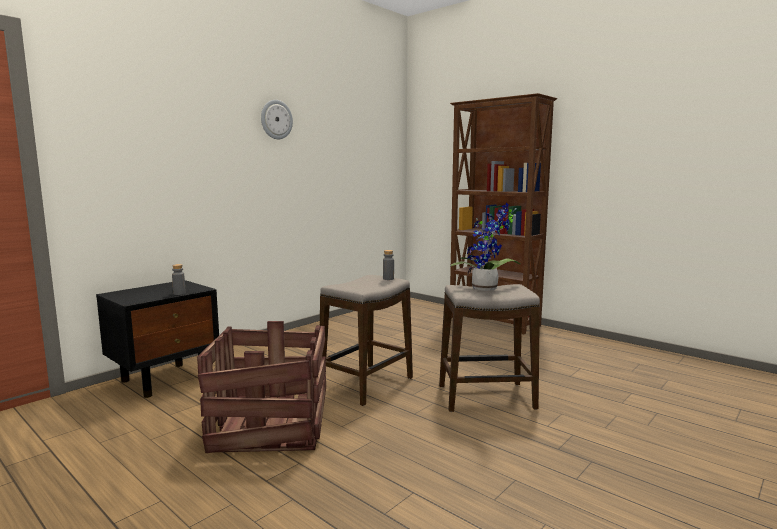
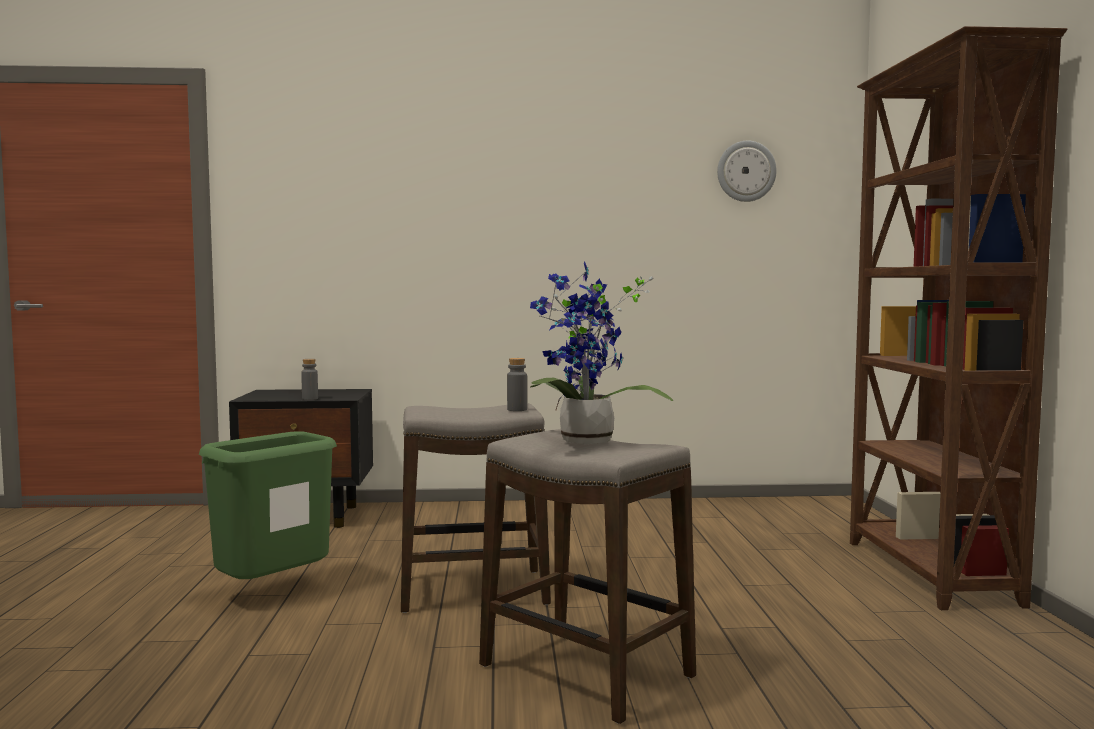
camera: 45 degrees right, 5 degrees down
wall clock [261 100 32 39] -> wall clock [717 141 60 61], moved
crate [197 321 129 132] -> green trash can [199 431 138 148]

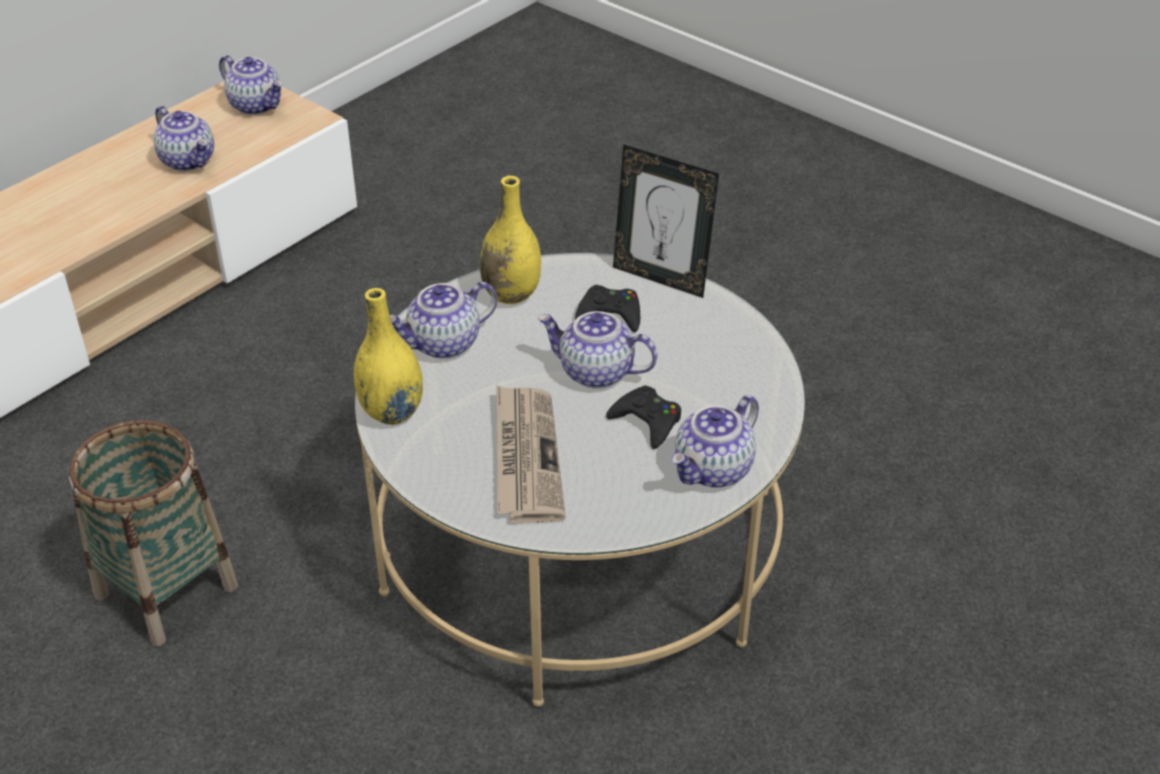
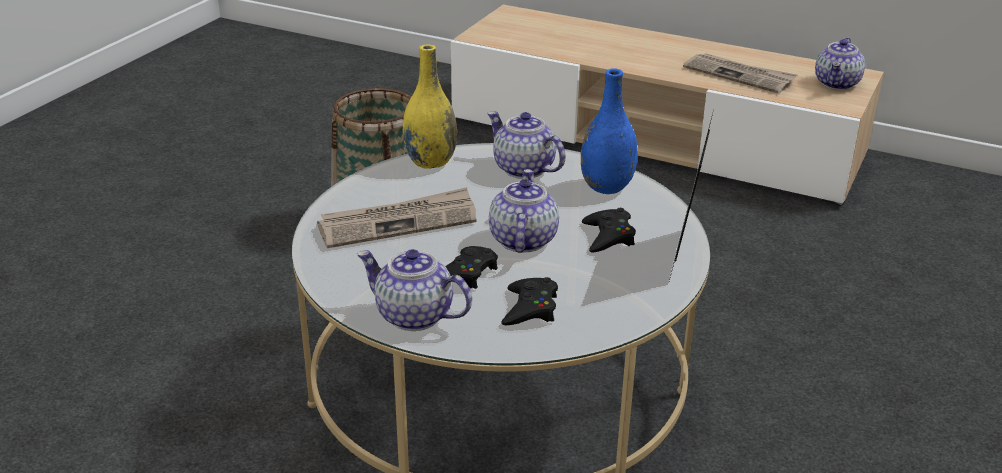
camera: 75 degrees right, 10 degrees down
none -> black game controller [501 277 57 49]
teapot [153 106 61 65] -> newspaper [683 53 114 40]
yellow vase [480 176 61 128] -> blue vase [581 69 57 125]

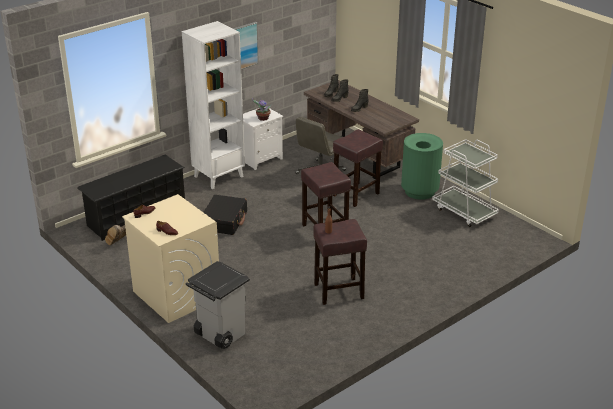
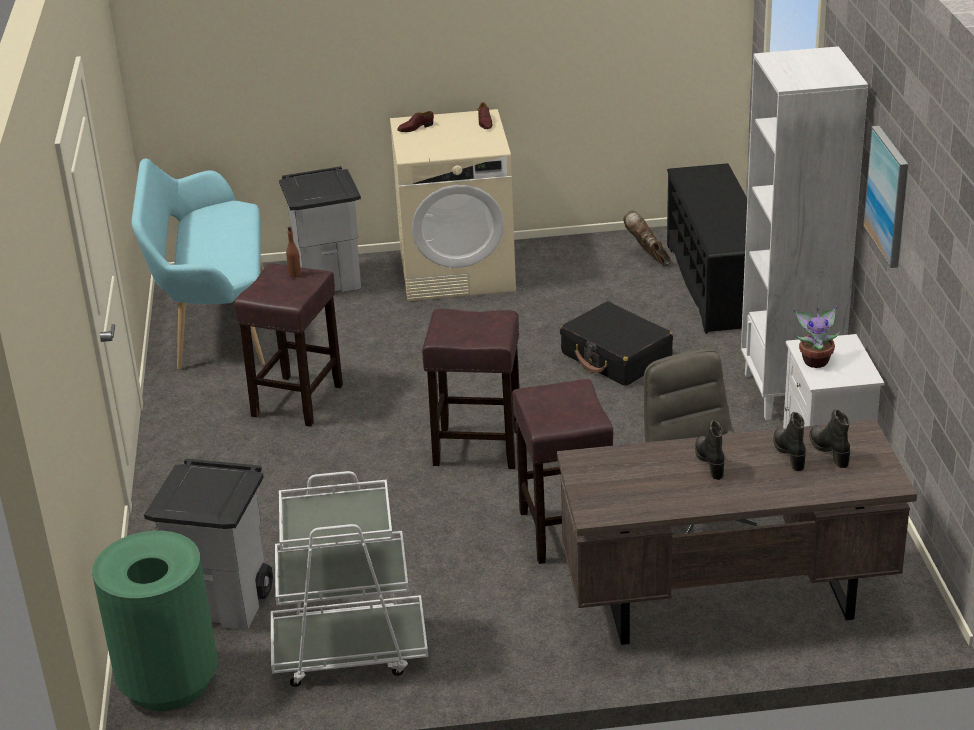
camera: 125 degrees right, 0 degrees up
none -> turquoise bench [131 159 134 211]
none -> grey trash can [144 458 129 172]
green trash can [401 133 42 67] -> green trash can [92 531 126 180], moved

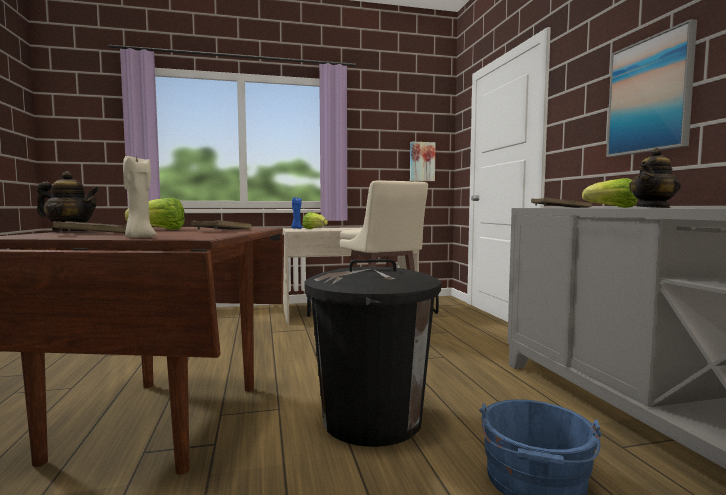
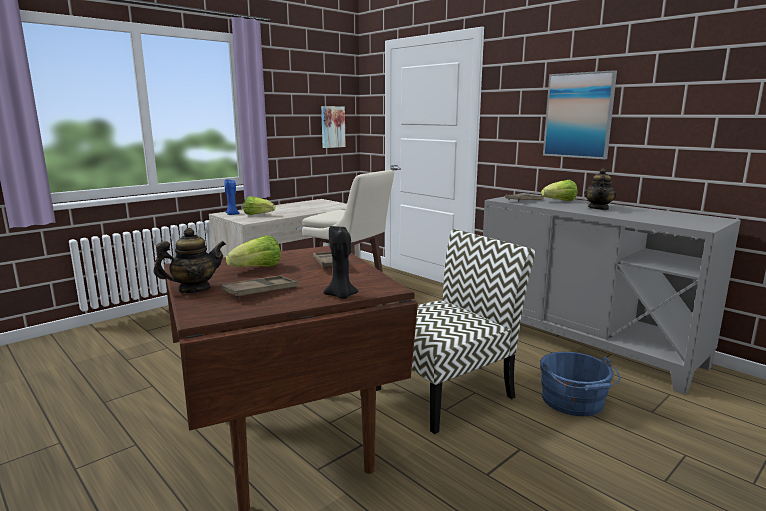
camera: 30 degrees left, 10 degrees up
black trash can [304 259 137 188] -> chair [376 229 159 205]
beige candle [123 153 33 85] -> black candle [323 226 35 73]

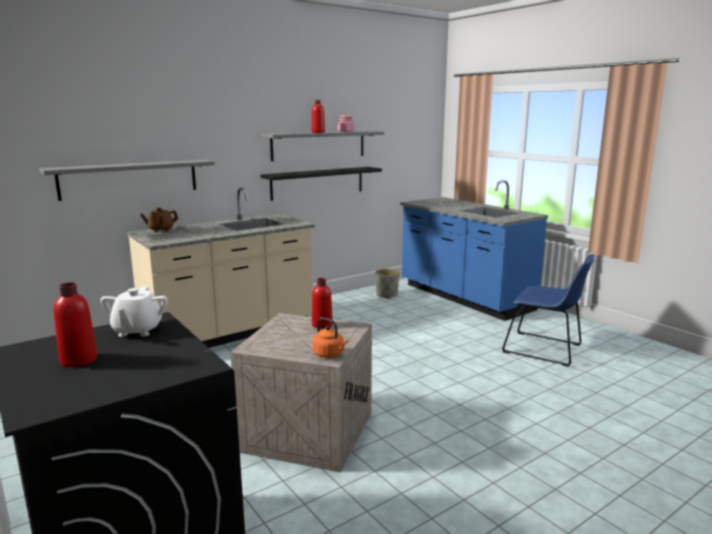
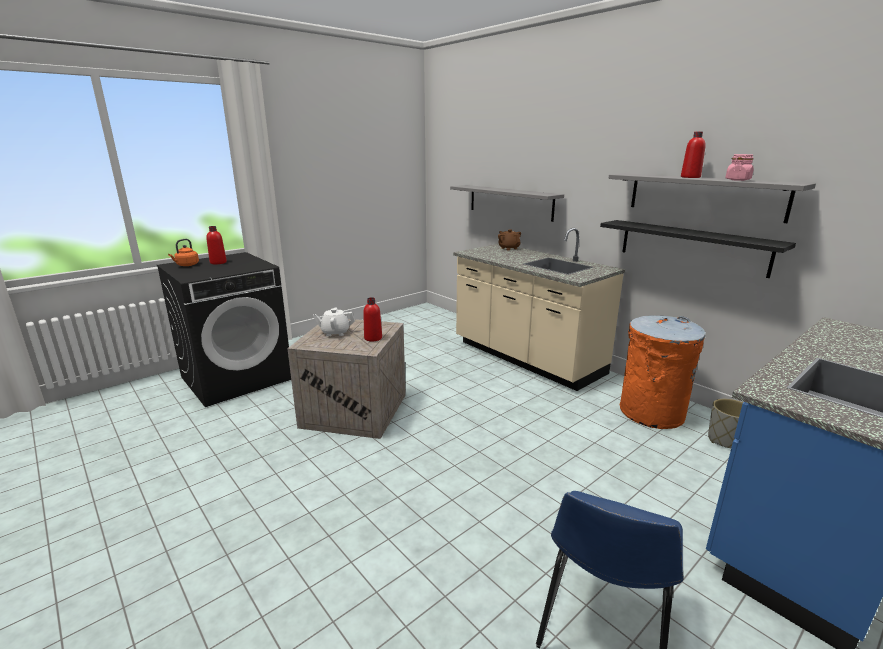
camera: 85 degrees right, 5 degrees up
none -> orange trash can [620 315 86 114]
white teapot [100 286 68 51] -> white teapot [313 308 42 29], moved
orange kettle [313 317 35 41] -> orange kettle [168 239 31 27], moved

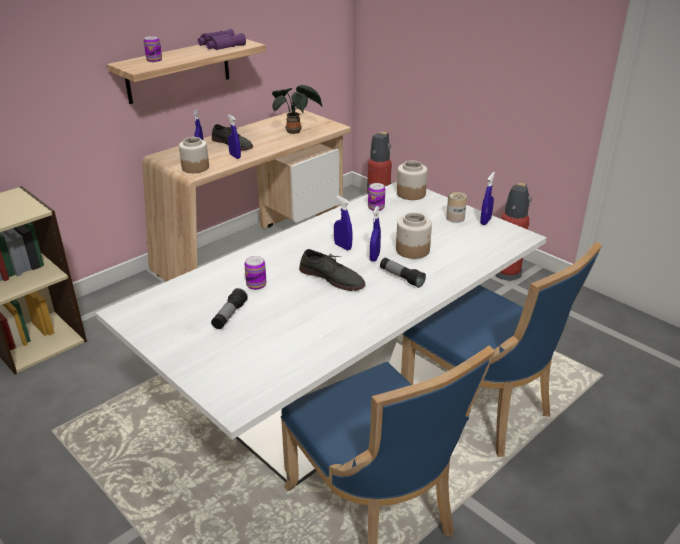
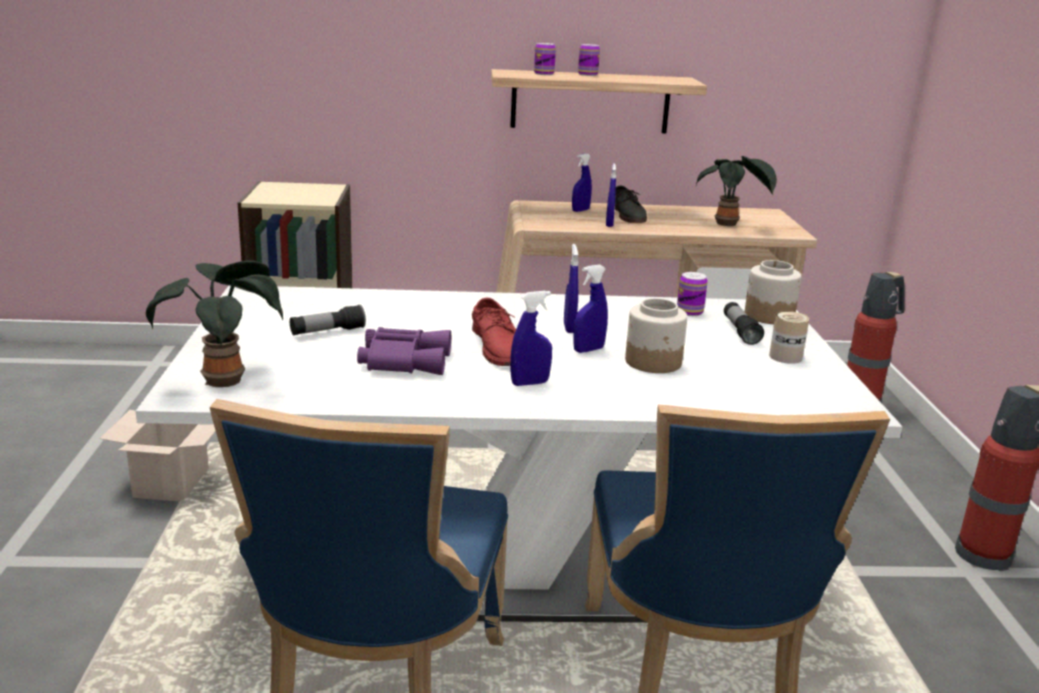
camera: 40 degrees right, 10 degrees down
jar [179 137 30 36] -> none
none -> cardboard box [100 410 116 91]
none -> potted plant [146 260 137 127]
purple binoculars [198 29 48 21] -> purple binoculars [357 327 94 48], moved
can [244 256 22 34] -> can [578 44 22 32], moved
flashlight [380 258 46 30] -> flashlight [724 302 40 43], moved
blue spray bottle [480 172 15 53] -> blue spray bottle [510 291 42 95], moved
grey shoe [299 249 66 42] -> red shoe [472 297 44 69]

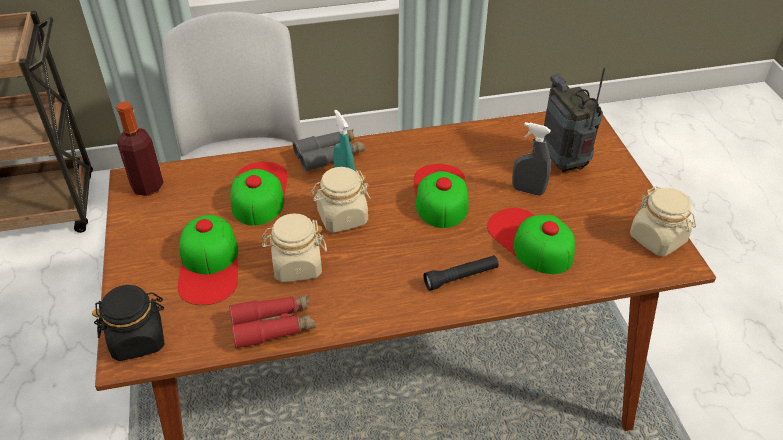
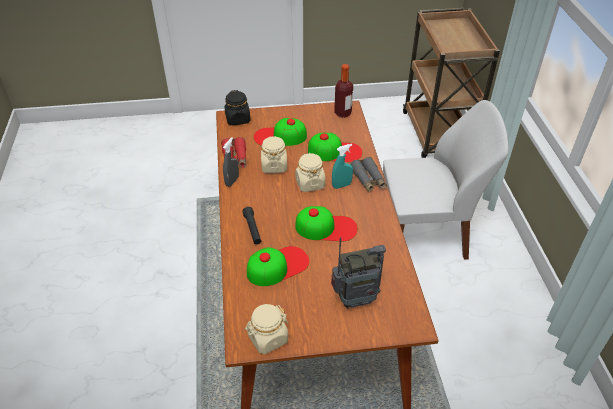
camera: 95 degrees right, 0 degrees up
grey spray bottle [512 122 39 74] -> grey spray bottle [223 137 16 50], moved

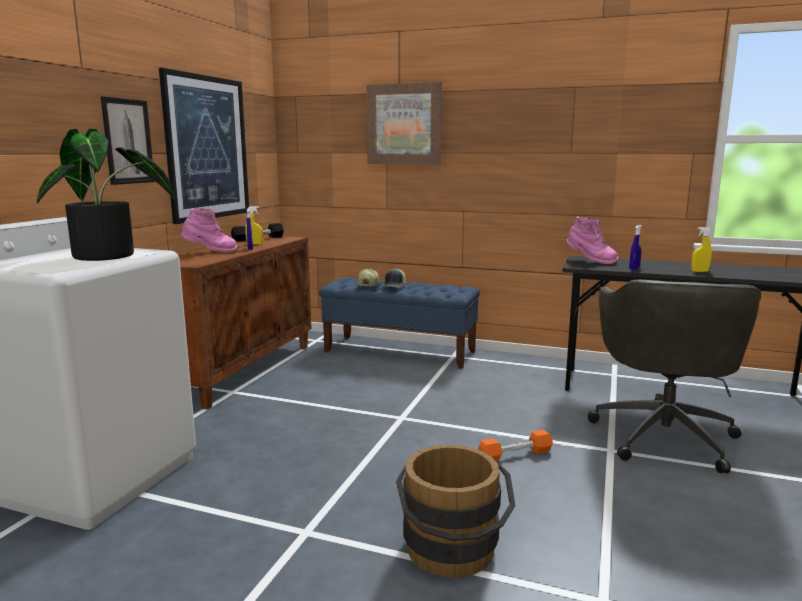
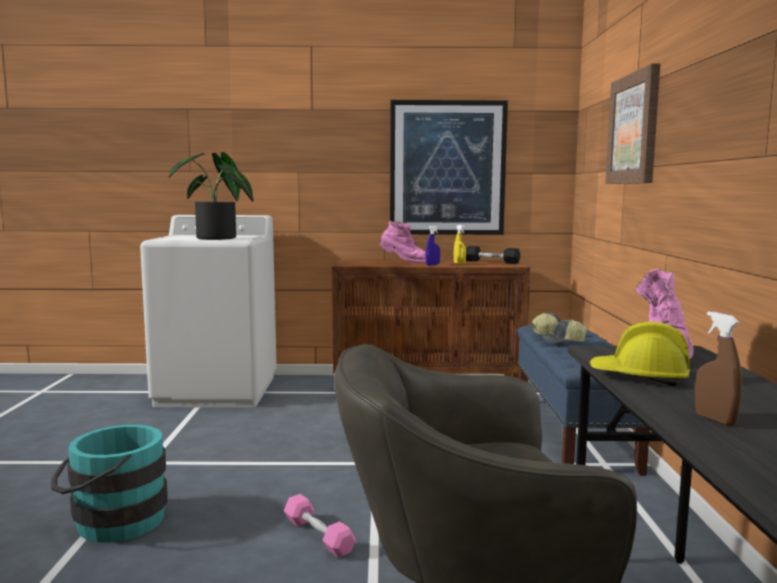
camera: 70 degrees right, 5 degrees down
picture [101 96 54 89] -> none
blue spray bottle [629 225 13 45] -> yellow hard hat [590 322 100 64]
brown bucket [396 445 119 133] -> turquoise bucket [51 425 117 118]
orange dumbbell [478 430 75 32] -> pink dumbbell [284 494 72 64]
yellow spray bottle [691 227 21 45] -> brown spray bottle [695 312 47 114]
pink boot [181 208 56 44] -> pink boot [380 221 46 42], 45 degrees counterclockwise

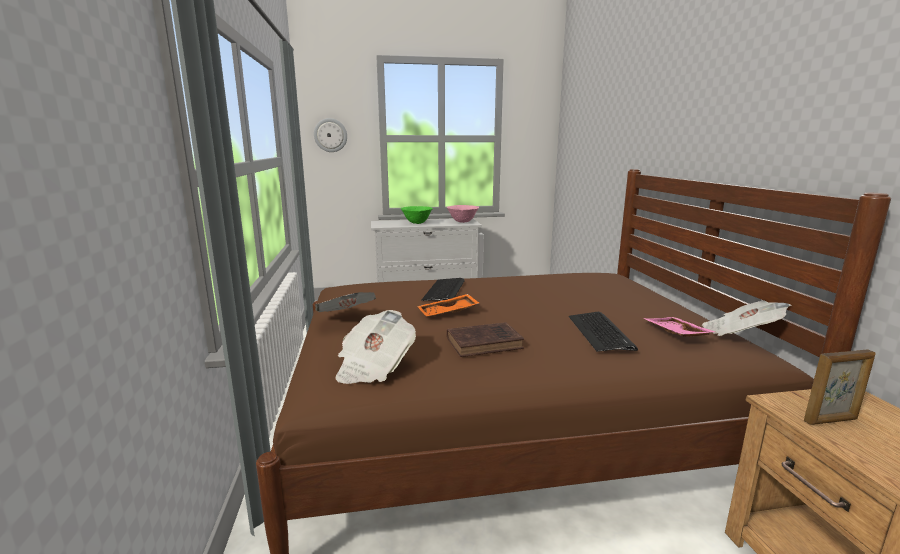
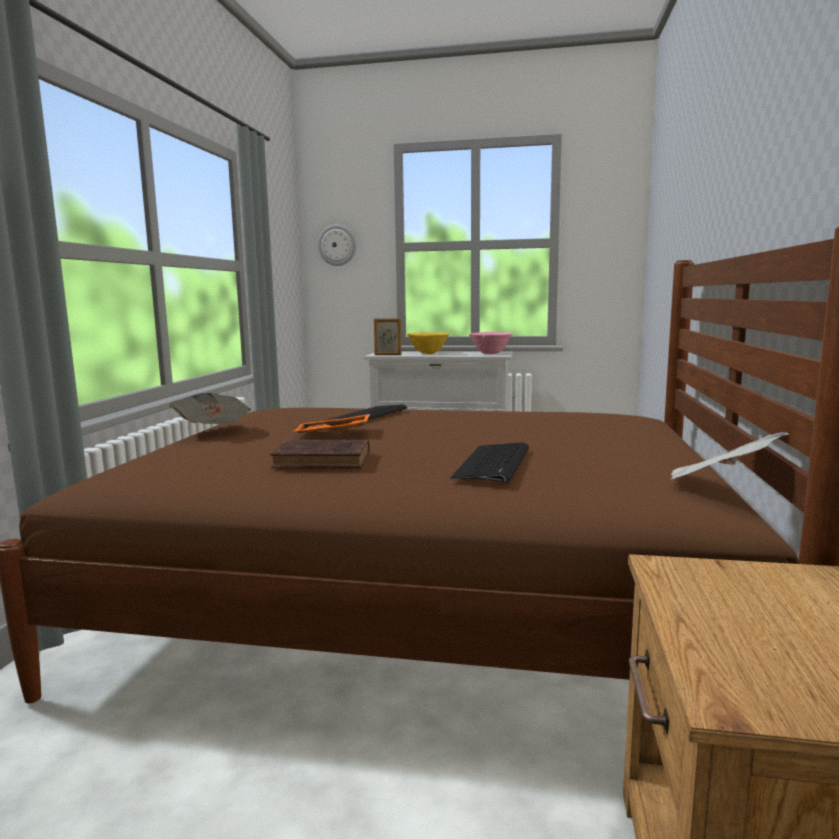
camera: 20 degrees right, 5 degrees down
newspaper [335 310 81 74] -> none
pink tray [643 317 72 20] -> none
picture frame [804 349 71 76] -> picture frame [374 318 27 37], moved
green bowl [401 206 32 18] -> yellow bowl [407 332 42 22]

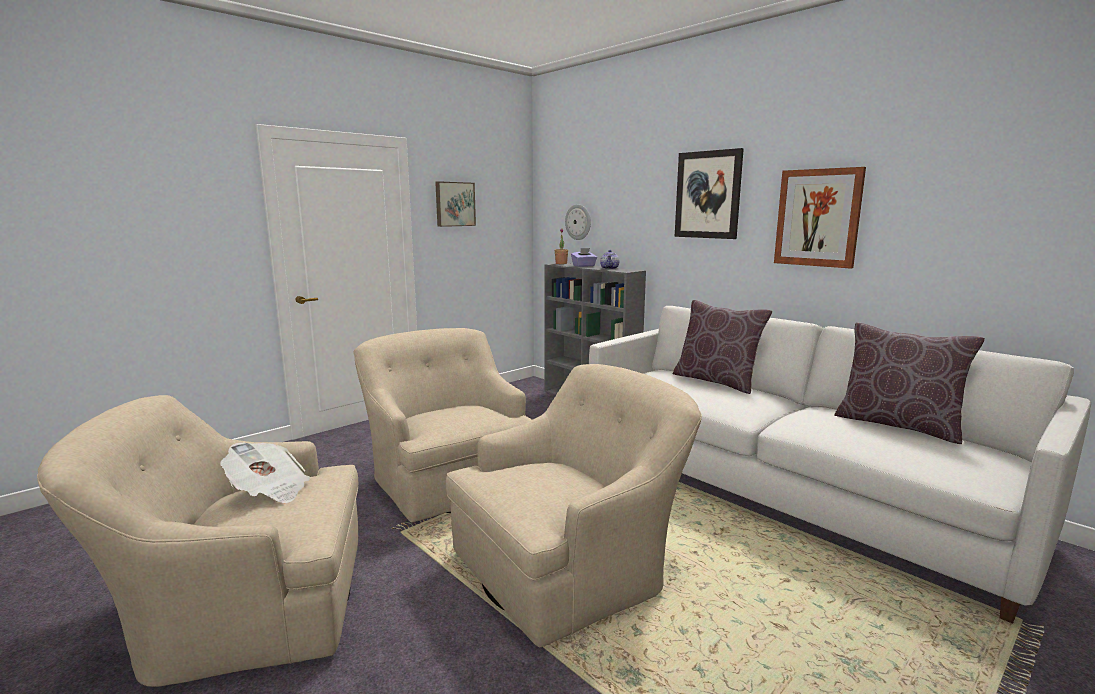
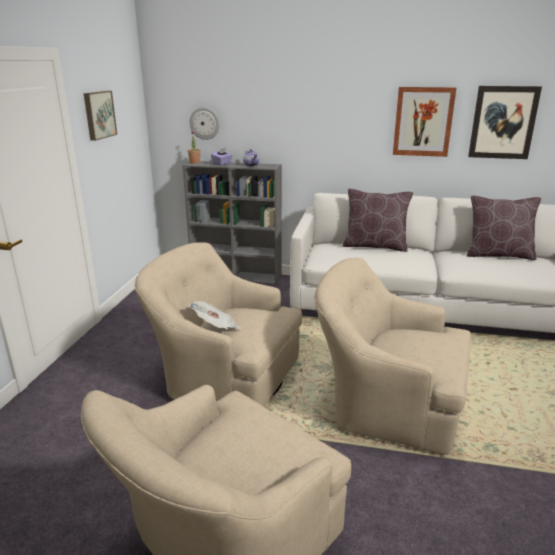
camera: 35 degrees left, 10 degrees up
newspaper [220 442 90 61] -> newspaper [188 301 54 28], moved
picture [675 148 69 91] -> picture [468 86 74 73], moved
beige armchair [446 364 256 283] -> beige armchair [314 258 157 197], 90 degrees counterclockwise

